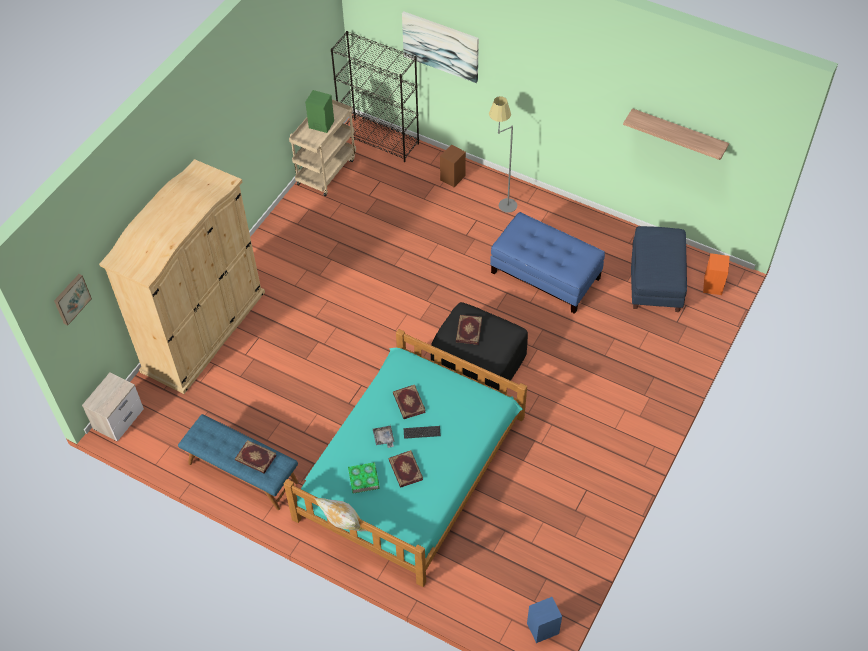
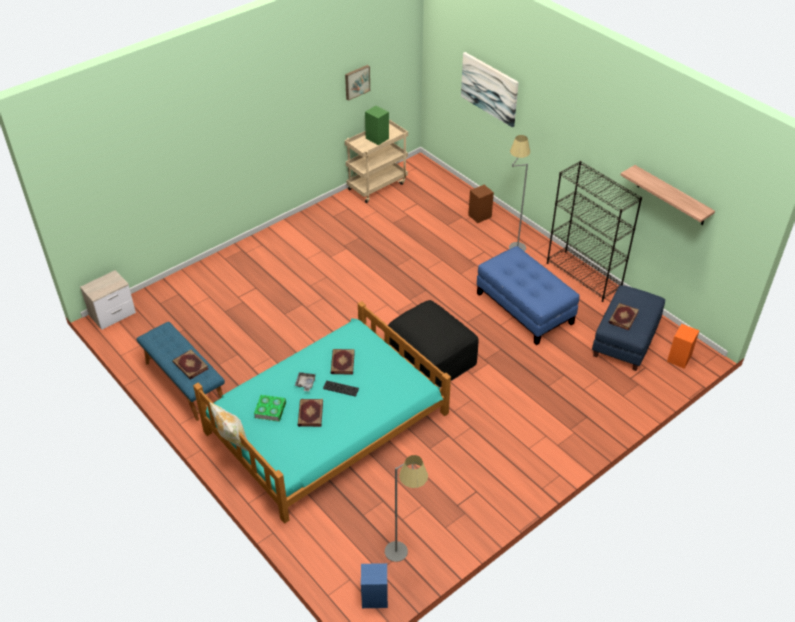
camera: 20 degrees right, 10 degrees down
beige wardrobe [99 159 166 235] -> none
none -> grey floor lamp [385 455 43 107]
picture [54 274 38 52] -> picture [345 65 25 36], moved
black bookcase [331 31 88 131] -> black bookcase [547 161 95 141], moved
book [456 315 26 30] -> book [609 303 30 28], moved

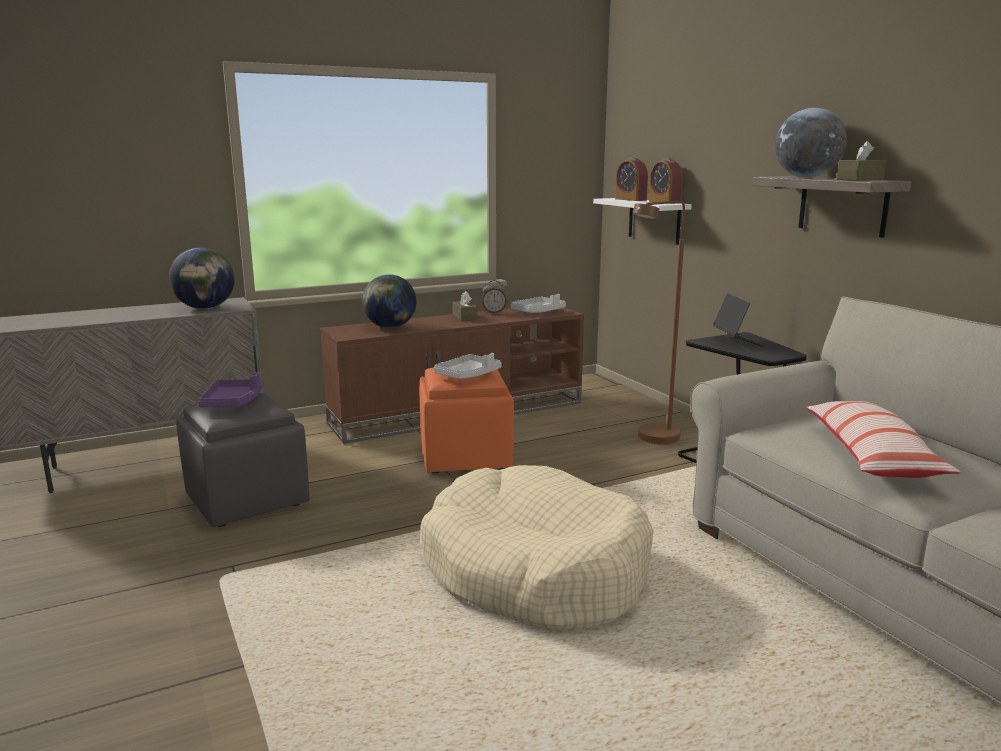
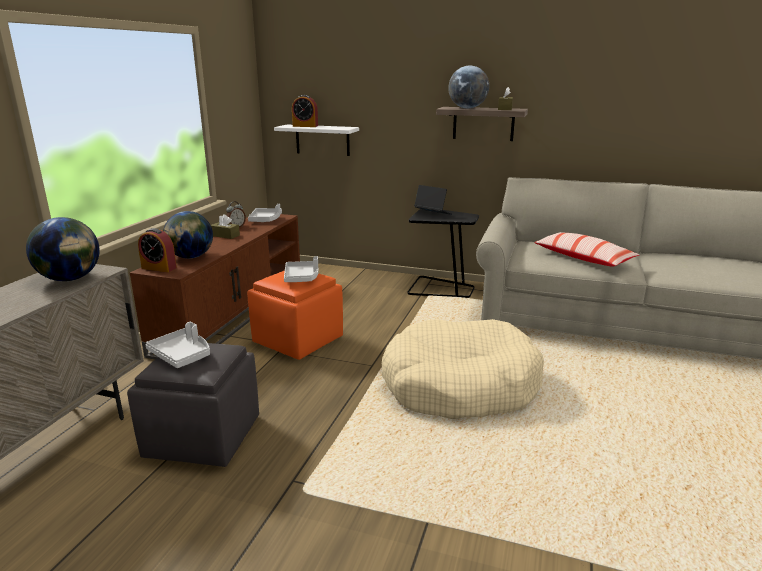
camera: 45 degrees left, 5 degrees up
brown floor lamp [633 201 52 243] -> none
alarm clock [649 158 34 46] -> alarm clock [138 228 39 44], moved
purple tray [198 372 66 35] -> grey tray [145 322 65 46]

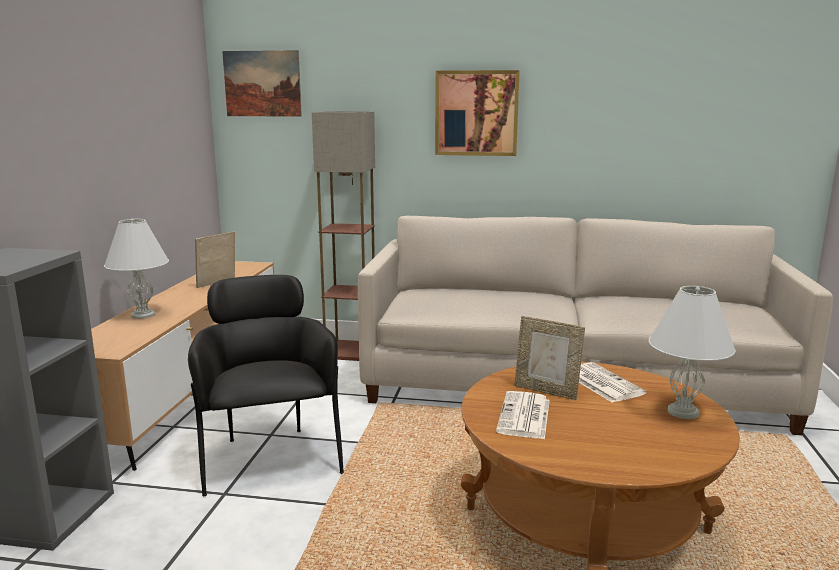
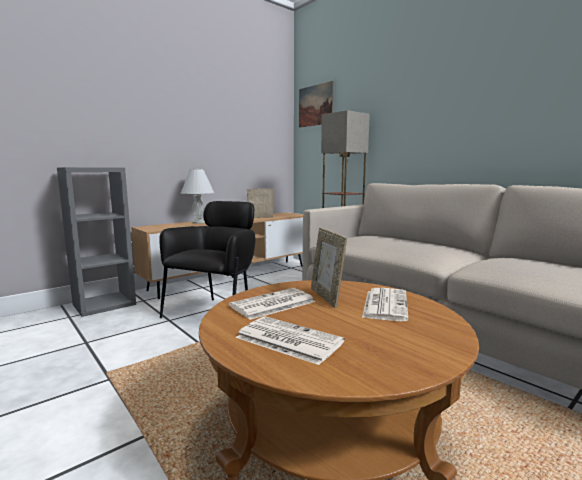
camera: 40 degrees right, 5 degrees down
picture [435 70 85 86] -> none
white table lamp [648 286 88 133] -> none
none -> newspaper [236 316 109 49]

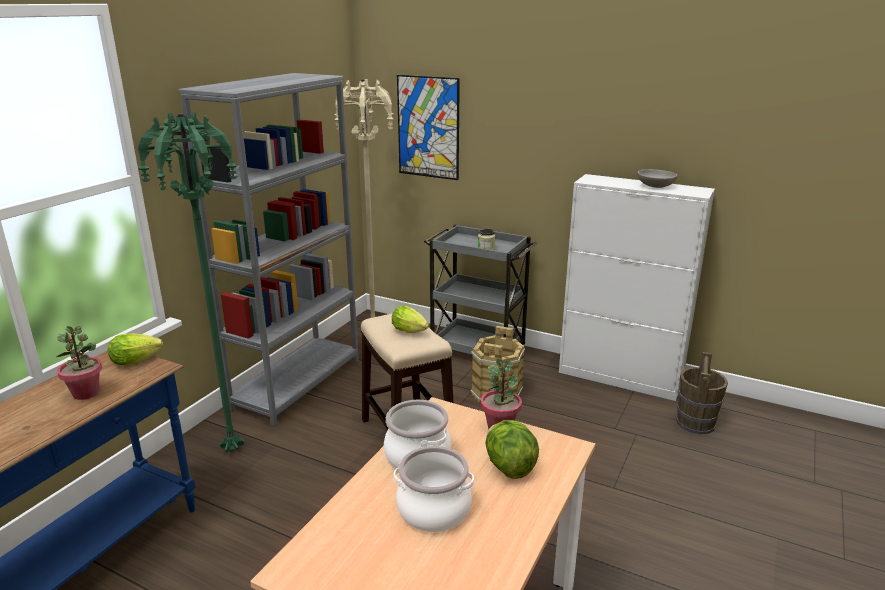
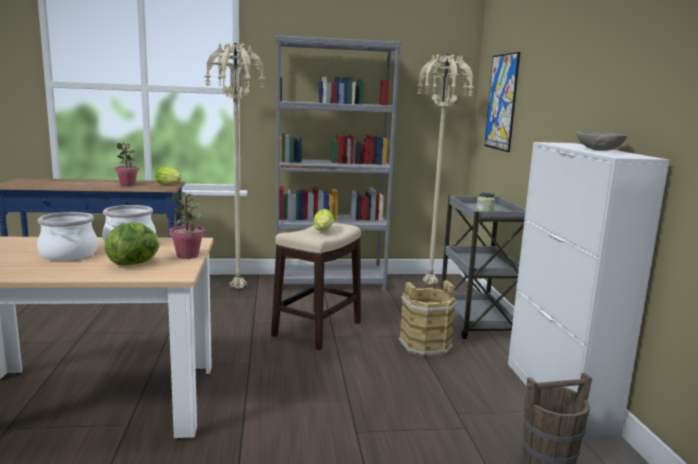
camera: 55 degrees right, 10 degrees down
green floor lamp [138 112 106 341] -> beige floor lamp [204 43 61 246]

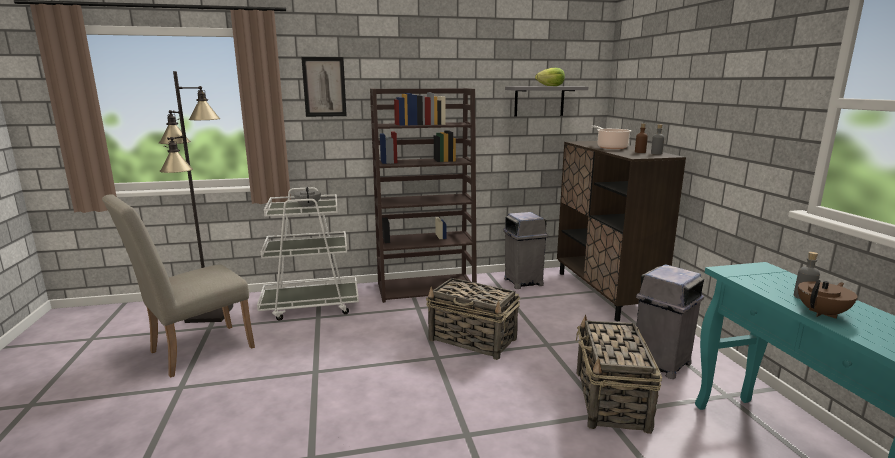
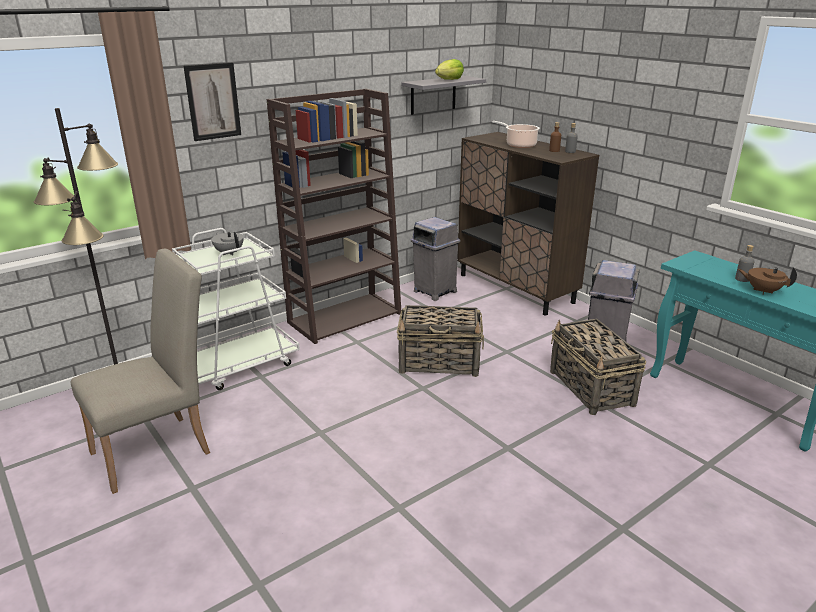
camera: 25 degrees left, 10 degrees up
beige chair [102 194 153 184] -> beige chair [71 248 139 246], 150 degrees counterclockwise
brown teapot [798 280 60 39] -> brown teapot [738 267 59 28], 90 degrees counterclockwise

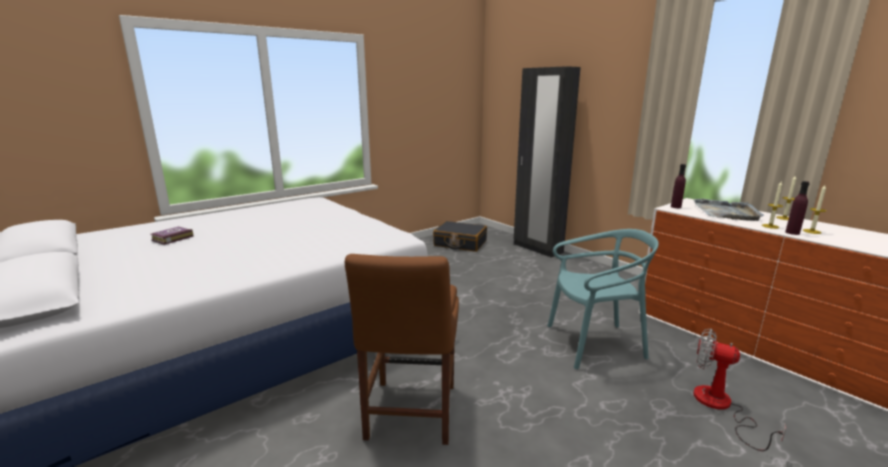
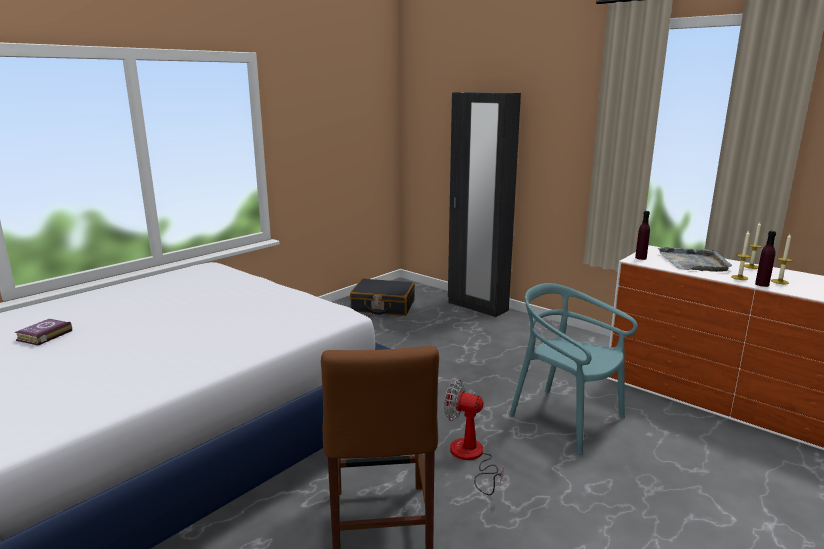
camera: 10 degrees left, 0 degrees up
fan [693 328 93 123] -> fan [444 379 60 116], moved
turquoise chair [547 229 112 140] -> turquoise chair [509 283 129 172], 120 degrees counterclockwise

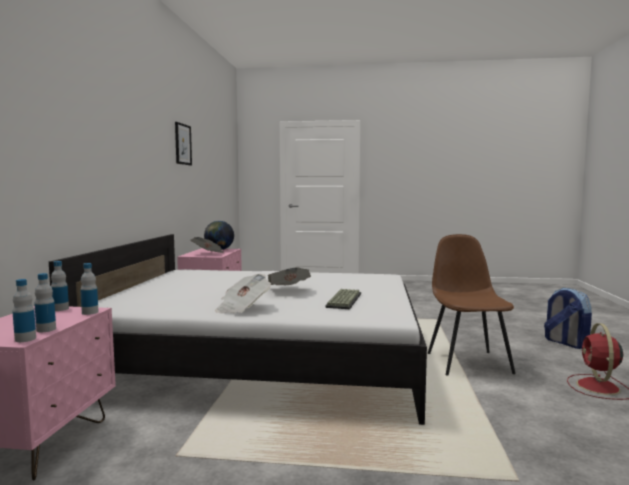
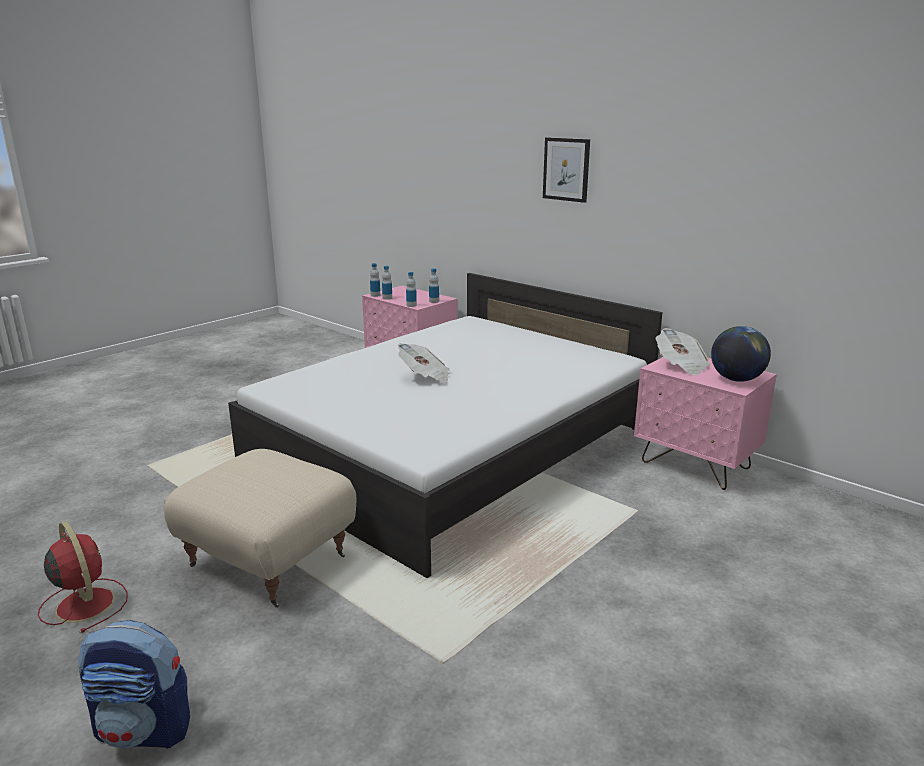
camera: 125 degrees right, 15 degrees up
newspaper [215 274 56 39] -> none
keyboard [326 289 35 20] -> none
picture [175 122 17 43] -> picture [543 137 47 66], moved
brown chair [428 234 88 142] -> beige ottoman [164 449 192 159]

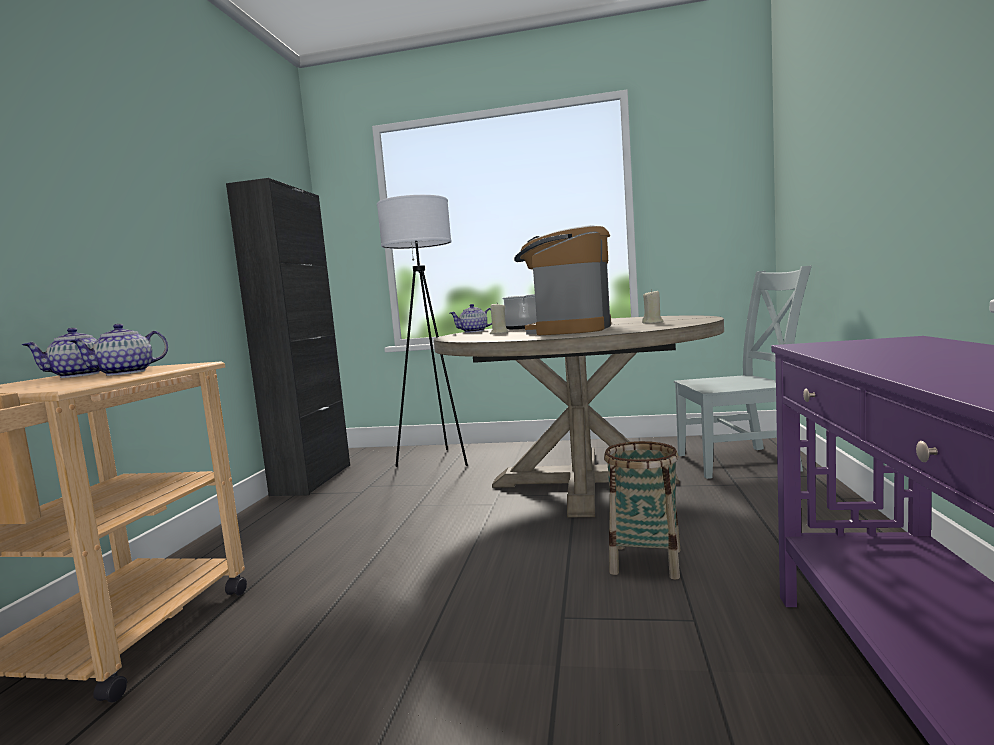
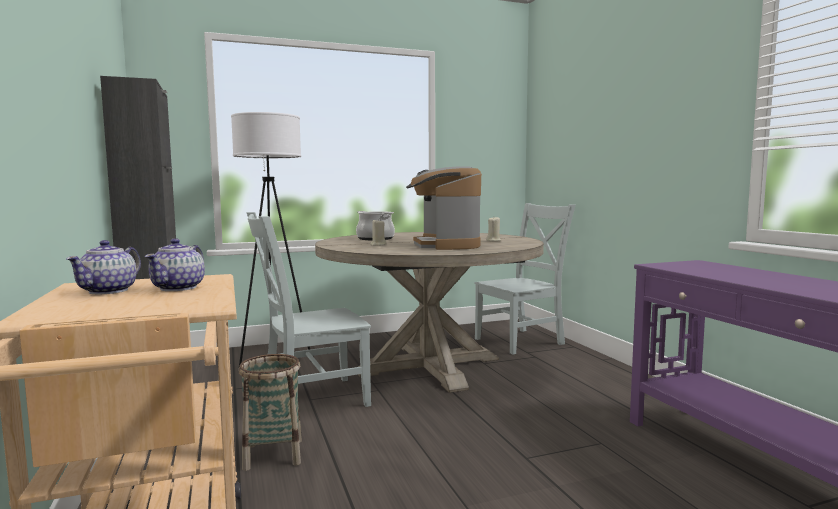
camera: 30 degrees left, 0 degrees up
teapot [450 304 42 29] -> none
none -> grey chair [247 212 124 195]
basket [604 441 77 138] -> basket [239 354 63 117], moved

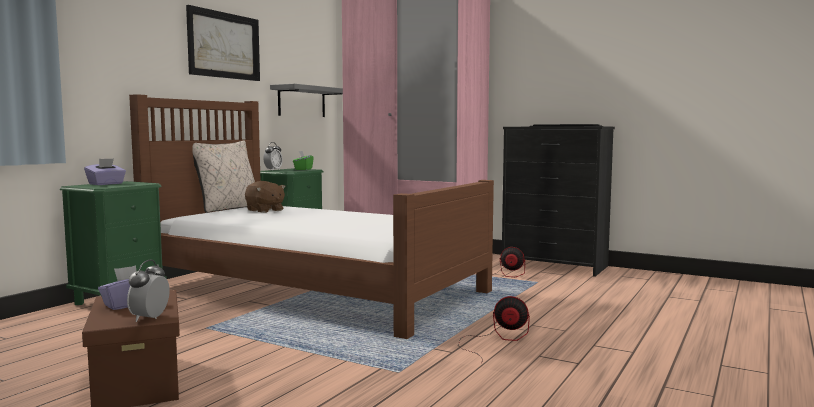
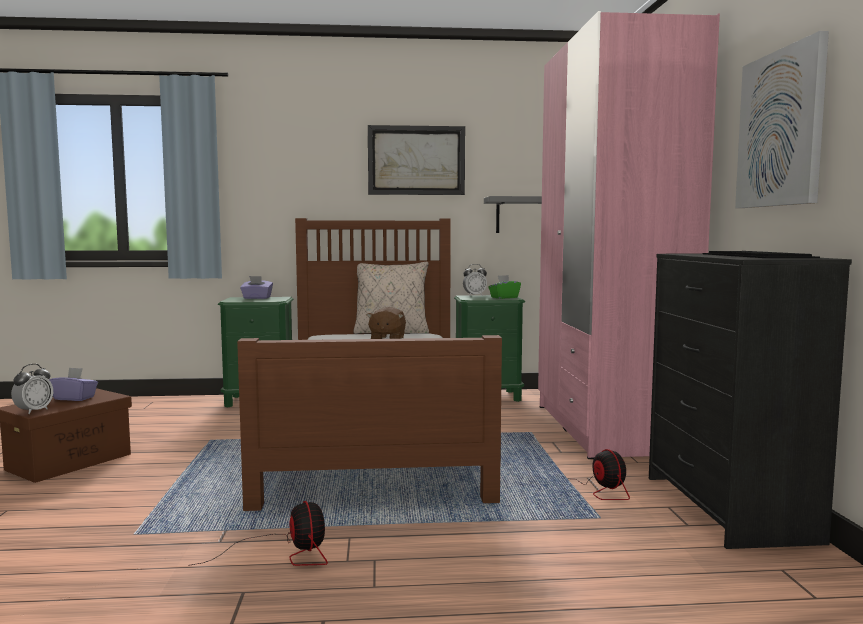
camera: 55 degrees right, 0 degrees up
none -> picture [735 31 94 177]
alarm clock [127 260 43 62] -> alarm clock [11 364 42 50], 135 degrees clockwise

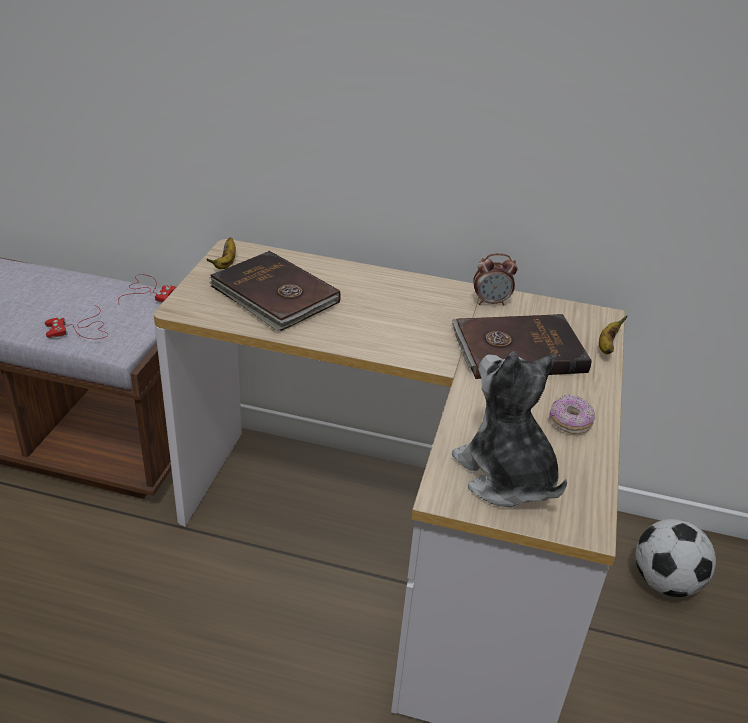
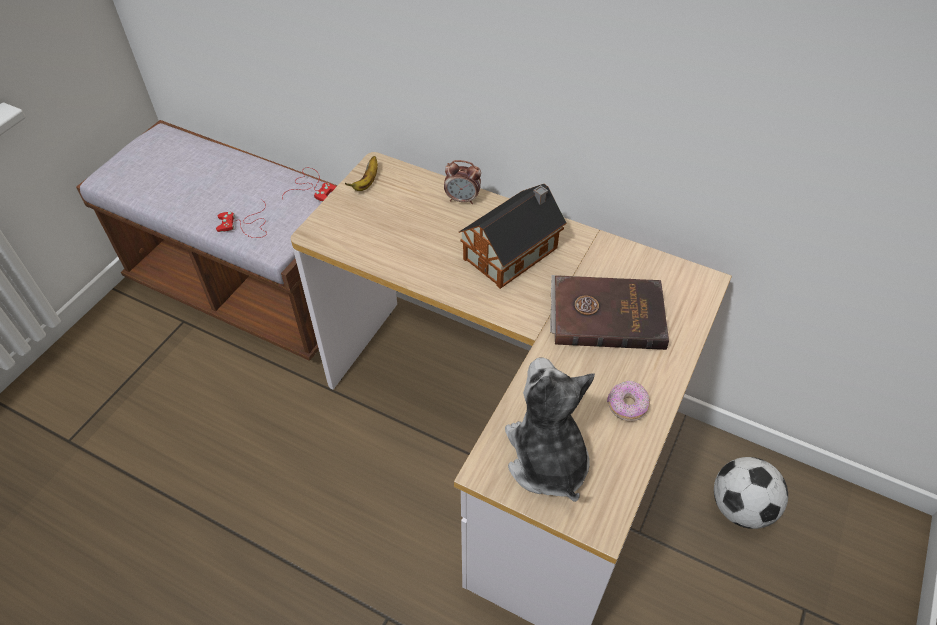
camera: 15 degrees right, 15 degrees up
brown book [209 251 132 80] -> none
banana [599 316 28 39] -> none
none -> toy house [459 184 108 105]
alarm clock [473 253 45 53] -> alarm clock [444 160 37 44], moved

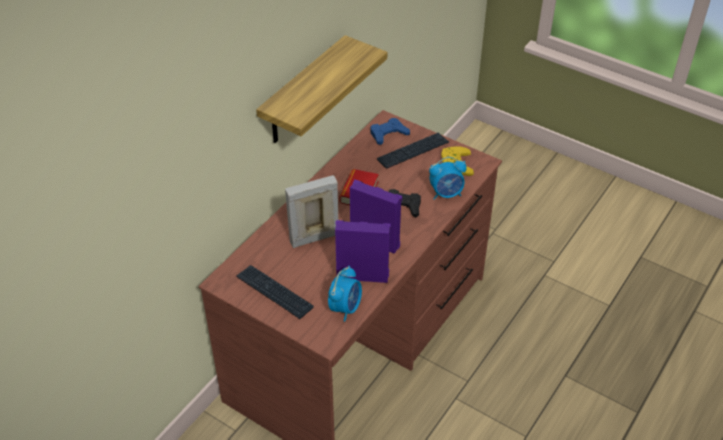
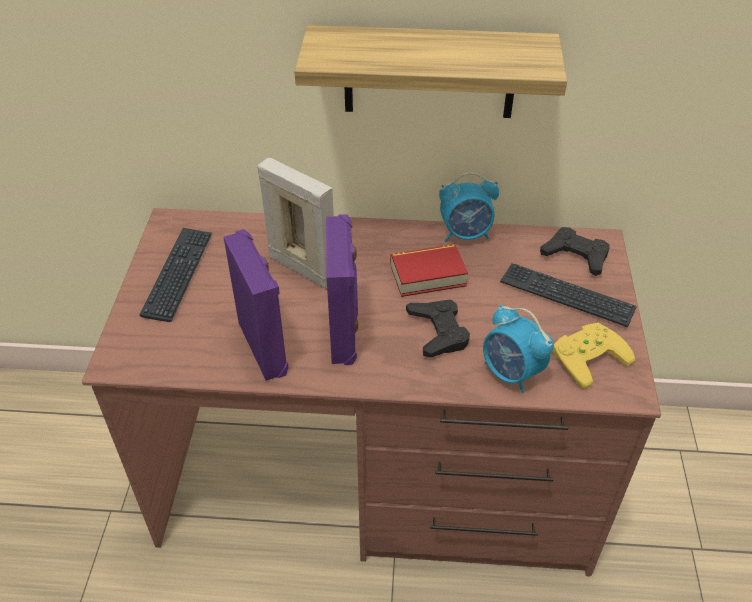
camera: 60 degrees right, 0 degrees up
alarm clock [328 266 34 56] -> alarm clock [439 172 60 70], moved
blue game controller [371 118 39 27] -> black game controller [540 227 69 49]

